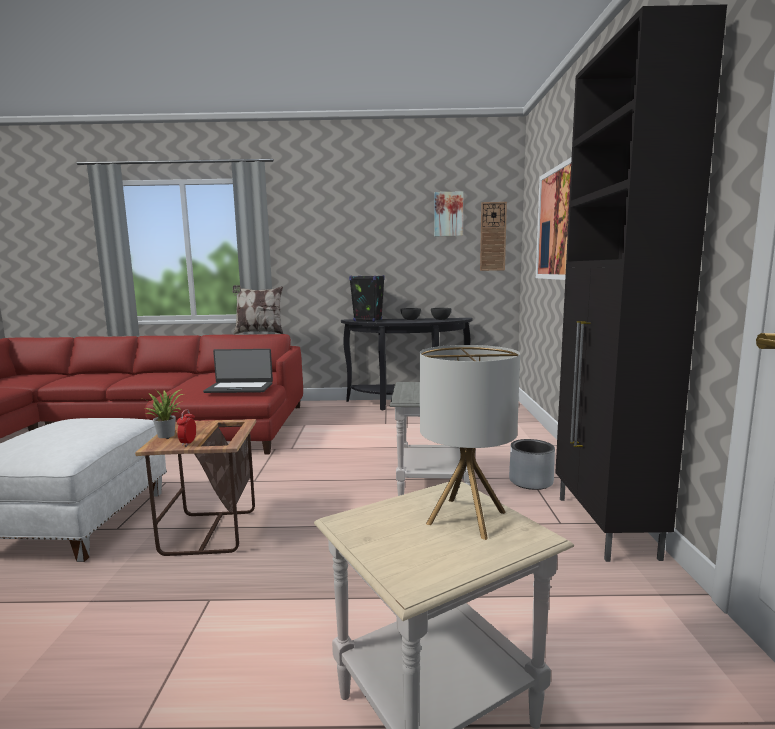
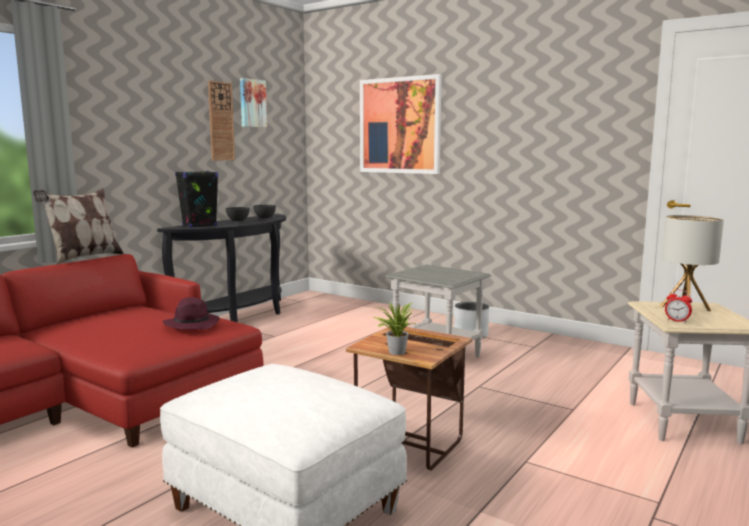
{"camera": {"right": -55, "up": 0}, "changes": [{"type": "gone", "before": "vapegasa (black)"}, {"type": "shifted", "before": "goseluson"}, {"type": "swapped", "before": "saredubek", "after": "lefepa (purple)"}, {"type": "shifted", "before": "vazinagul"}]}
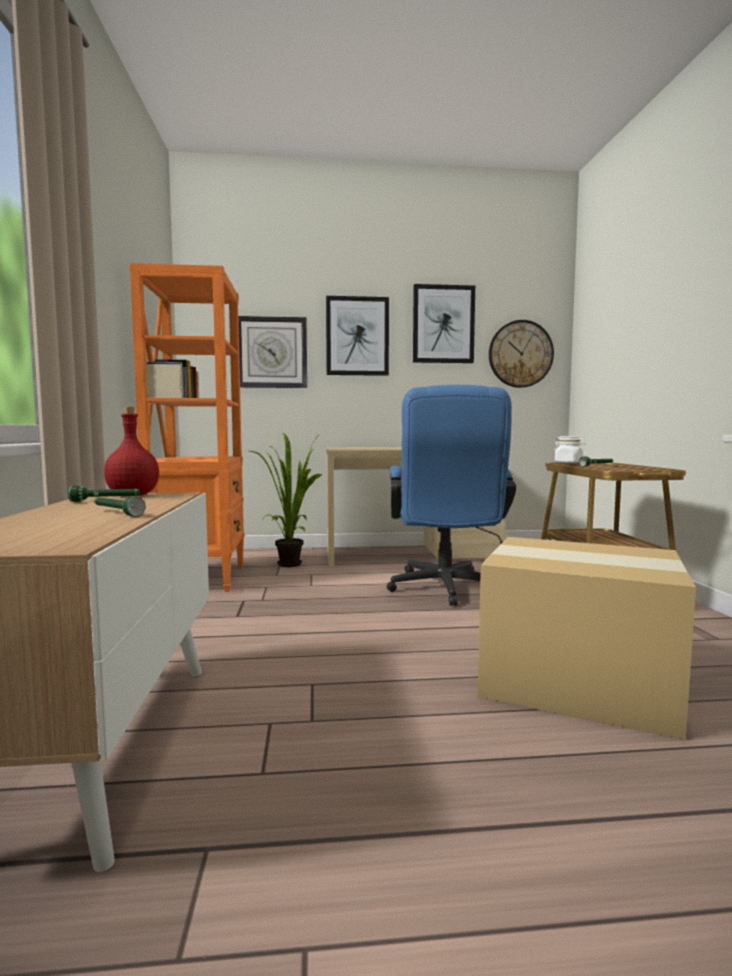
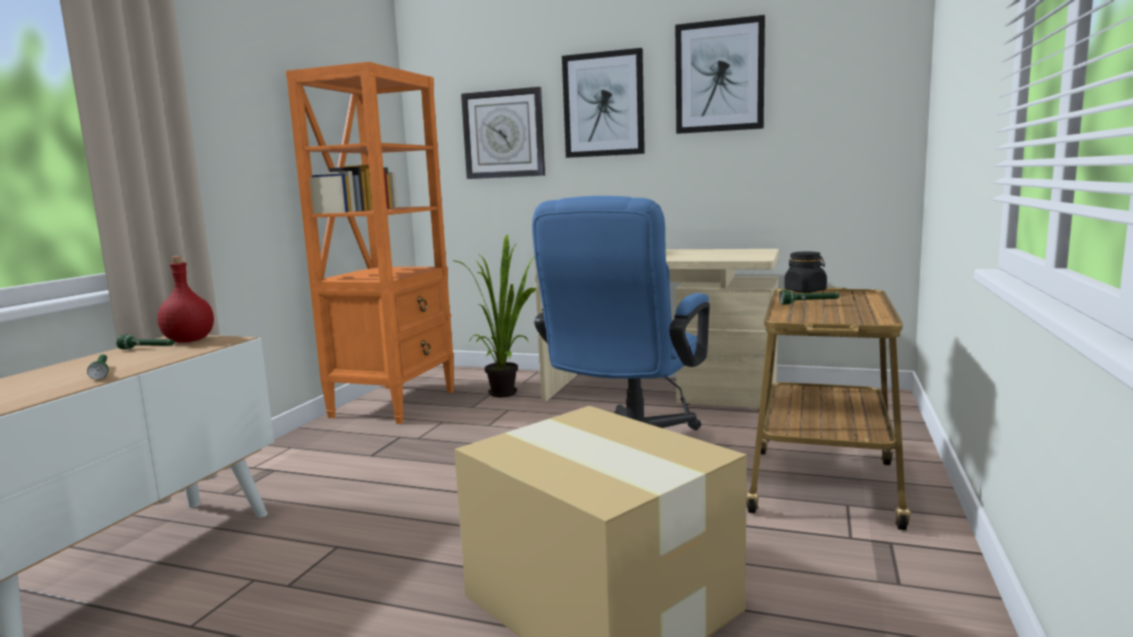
{"camera": {"right": 25, "up": 5}, "changes": [{"type": "gone", "before": "goseluson (no. 2 from left)"}, {"type": "repainted", "before": "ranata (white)", "after": "ranata (black)"}]}
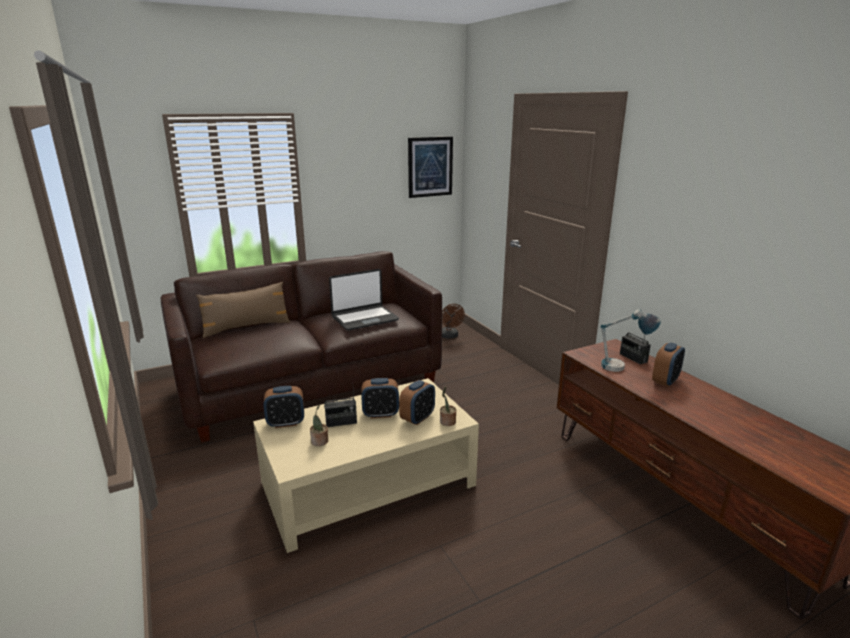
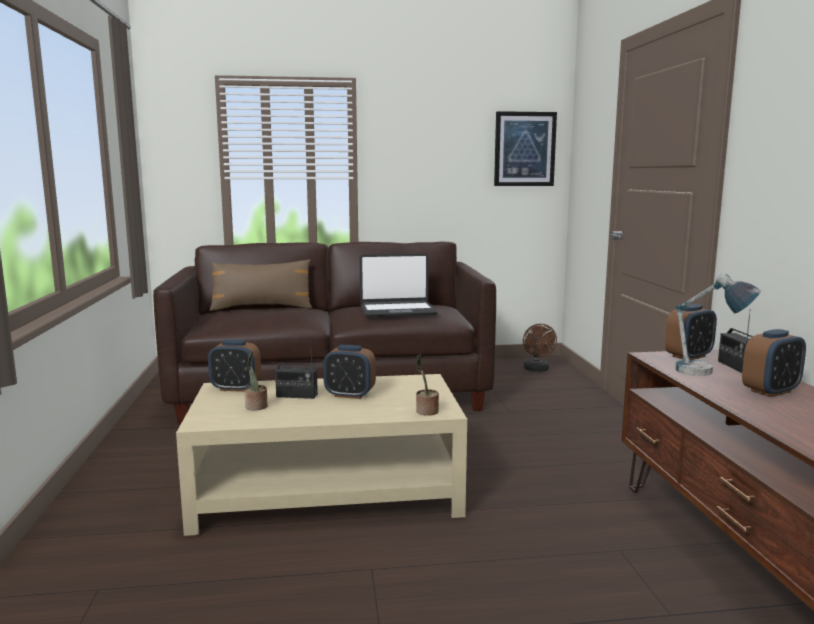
{"camera": {"right": 20, "up": -10}, "changes": [{"type": "shifted", "before": "vazinagul (no. 3 from left)"}]}
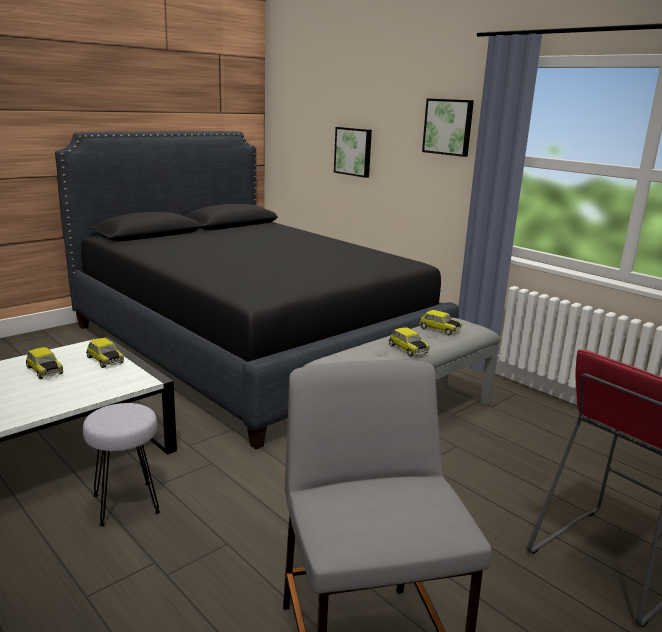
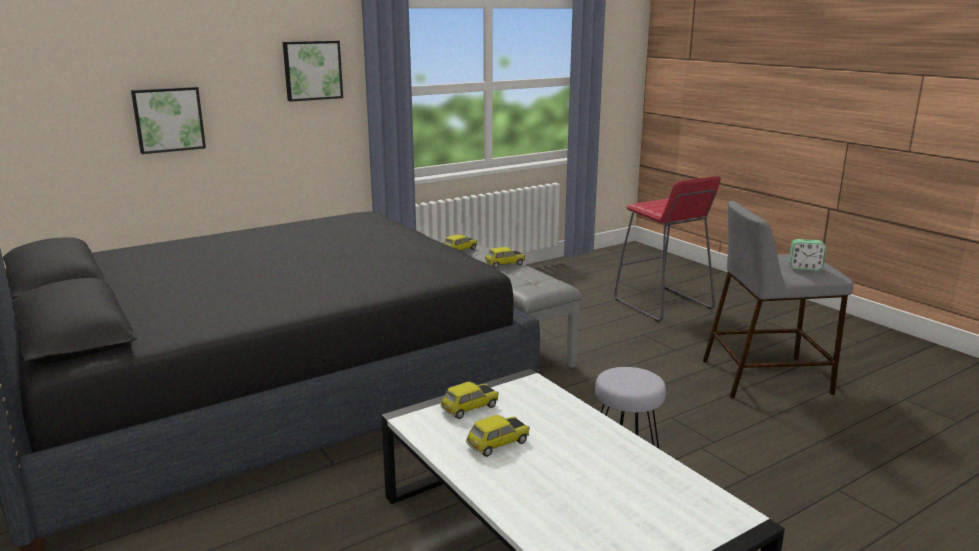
{"camera": {"right": -80, "up": 0}, "changes": [{"type": "new", "after": "vazinagul"}]}
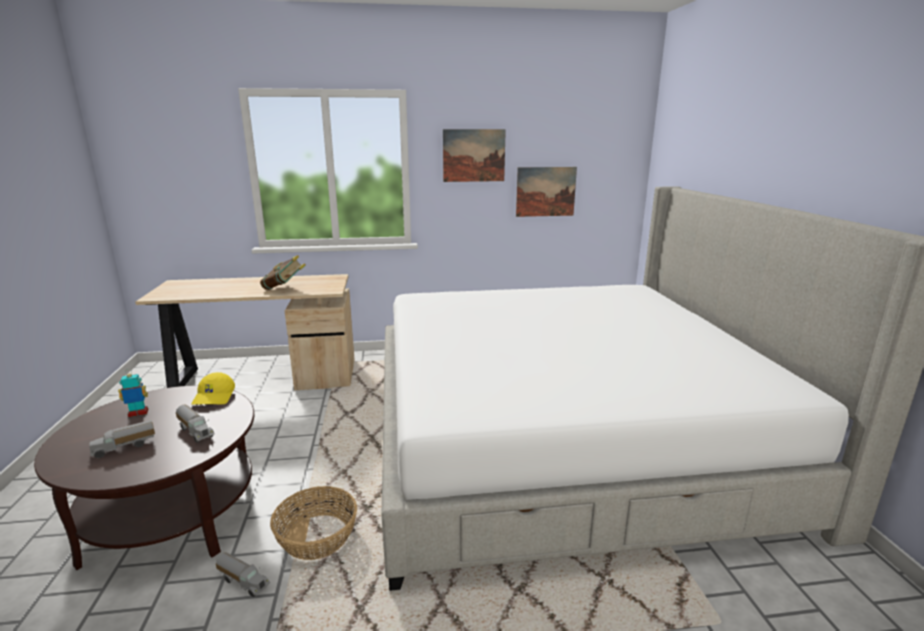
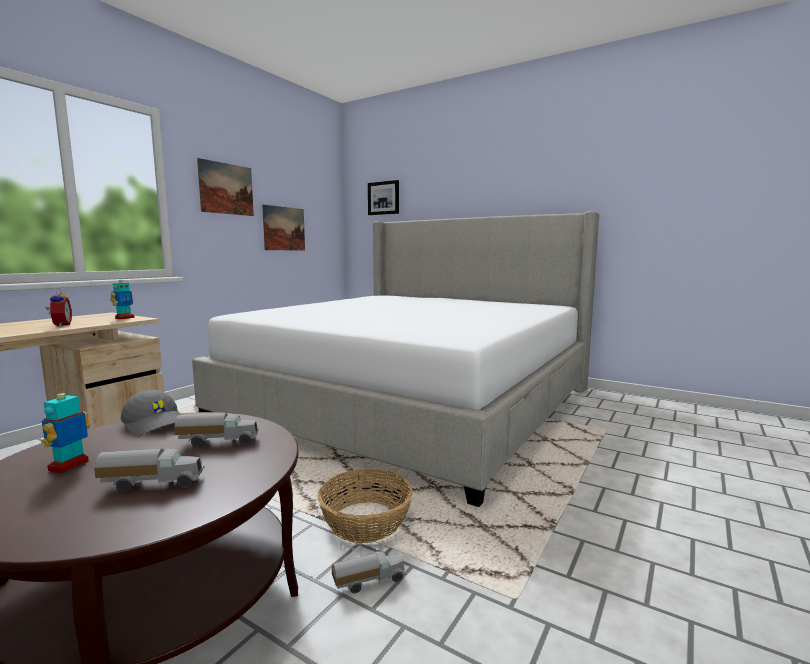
{"camera": {"right": -50, "up": -10}, "changes": [{"type": "swapped", "before": "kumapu", "after": "vazinagul"}, {"type": "repainted", "before": "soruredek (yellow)", "after": "soruredek (grey)"}, {"type": "rotated", "before": "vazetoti (no. 1 from left)", "turn": -105}, {"type": "new", "after": "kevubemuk (no. 3 from left)"}, {"type": "new", "after": "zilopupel (no. 2 from left)"}]}
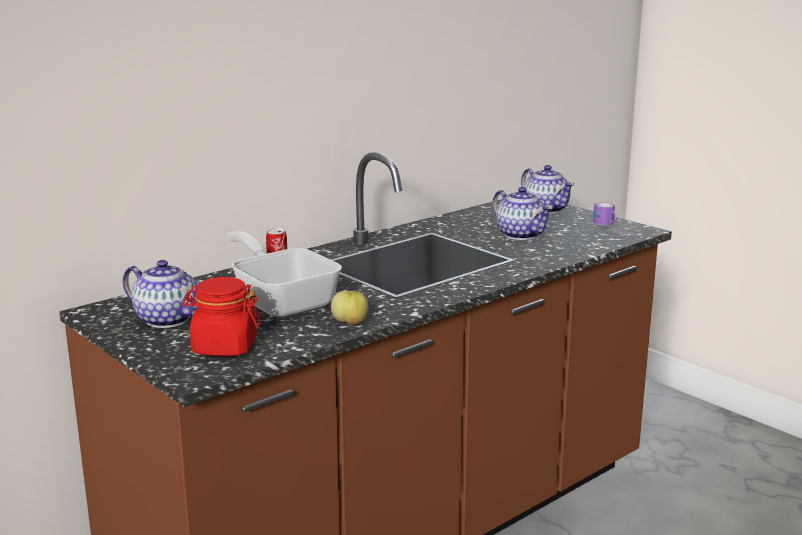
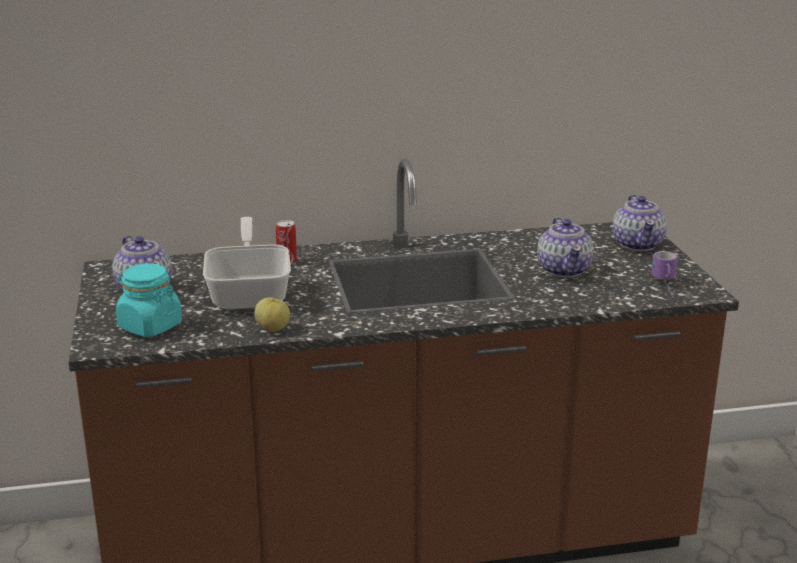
{"camera": {"right": 30, "up": 5}, "changes": [{"type": "repainted", "before": "ranata (red)", "after": "ranata (turquoise)"}]}
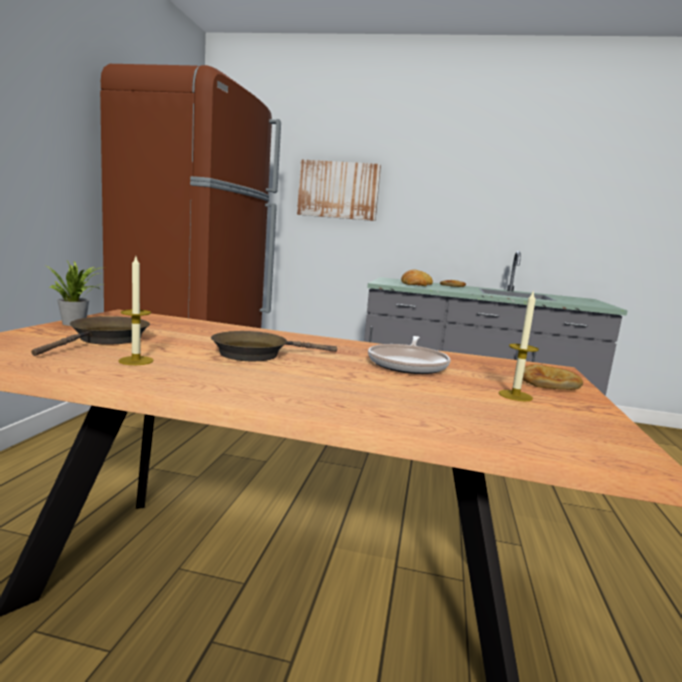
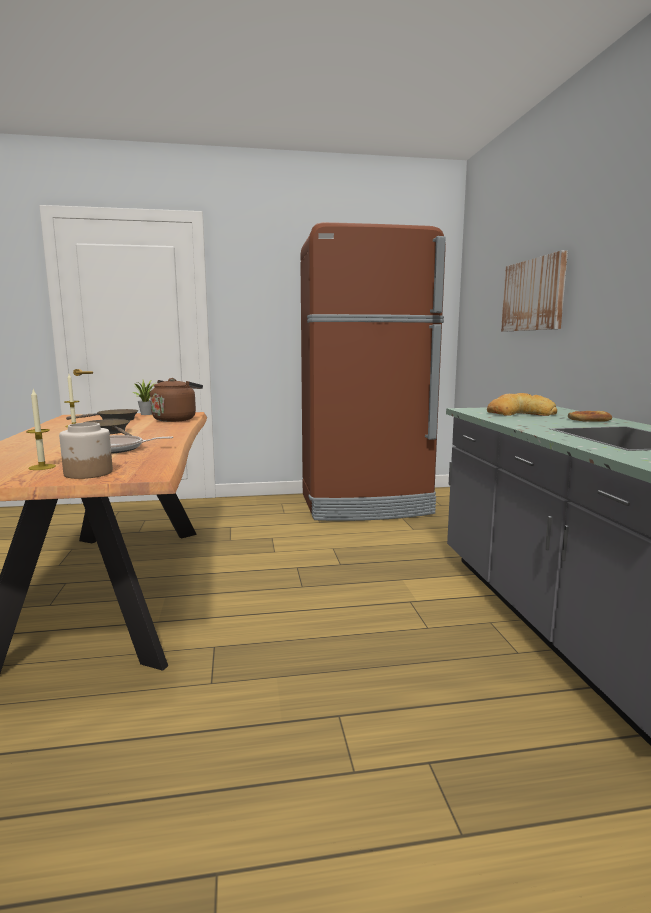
{"camera": {"right": 70, "up": 0}, "changes": [{"type": "swapped", "before": "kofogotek (no. 3 from left)", "after": "ranata"}, {"type": "new", "after": "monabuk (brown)"}]}
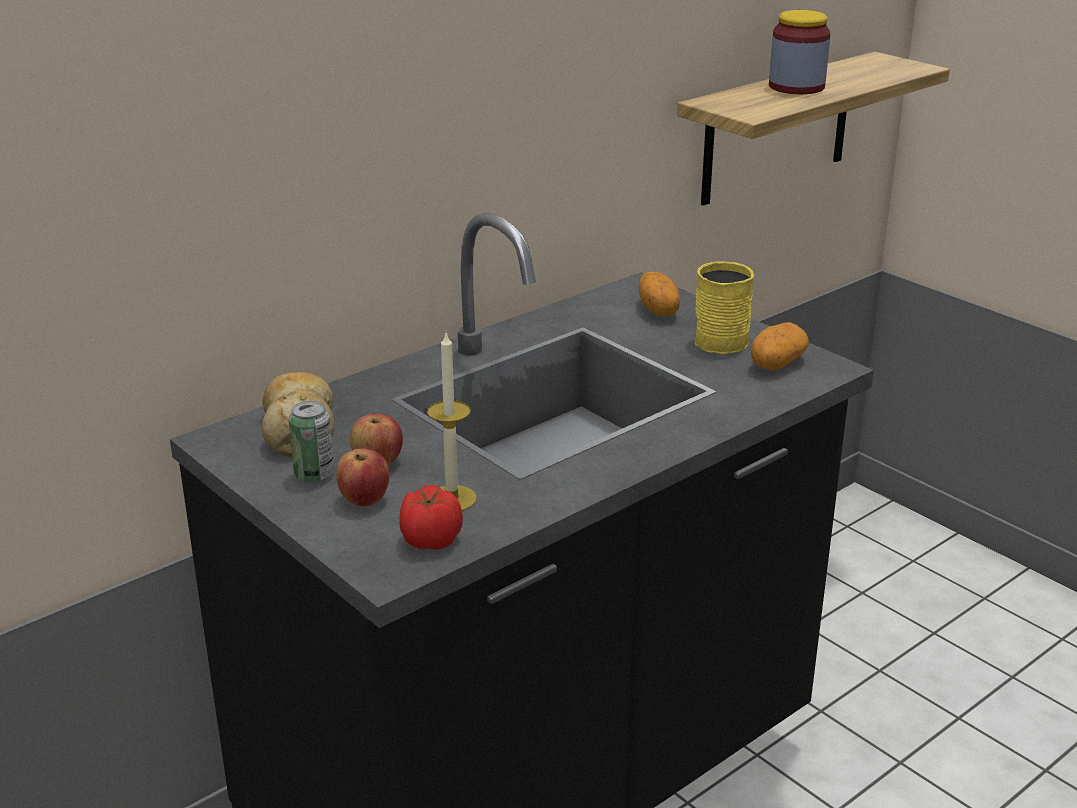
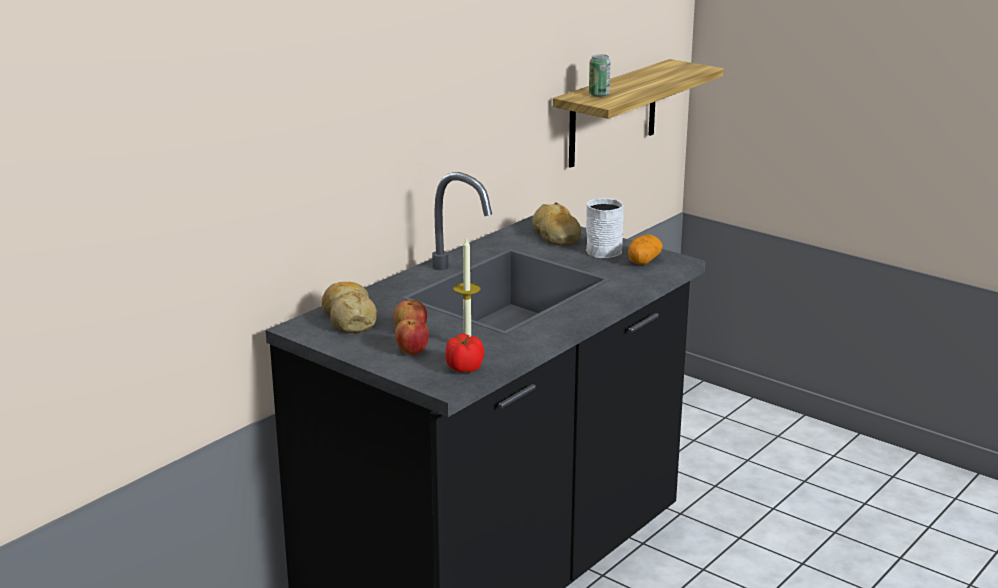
{"camera": {"right": -10, "up": -5}, "changes": [{"type": "gone", "before": "ranata"}, {"type": "repainted", "before": "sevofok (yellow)", "after": "sevofok (white)"}, {"type": "swapped", "before": "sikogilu (no. 1 from left)", "after": "kofogotek (no. 2 from left)"}, {"type": "shifted", "before": "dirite"}]}
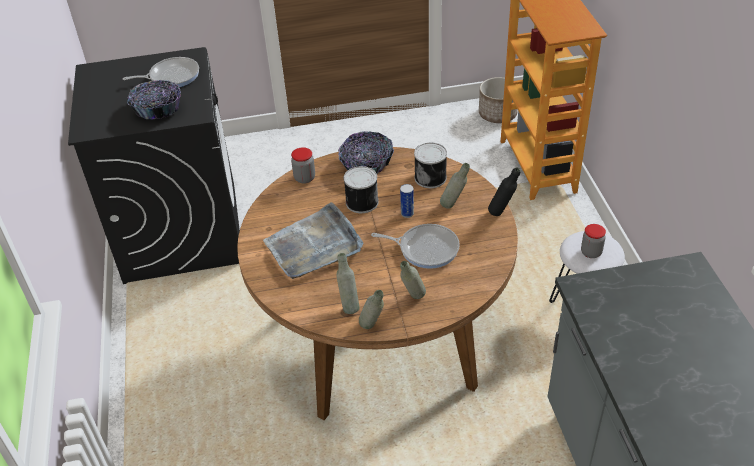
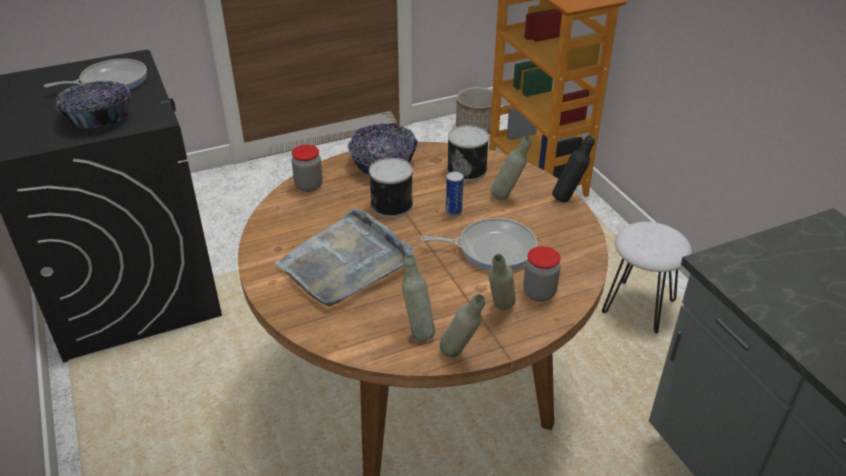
{"camera": {"right": -15, "up": -5}, "changes": [{"type": "shifted", "before": "ranata (no. 2 from left)"}]}
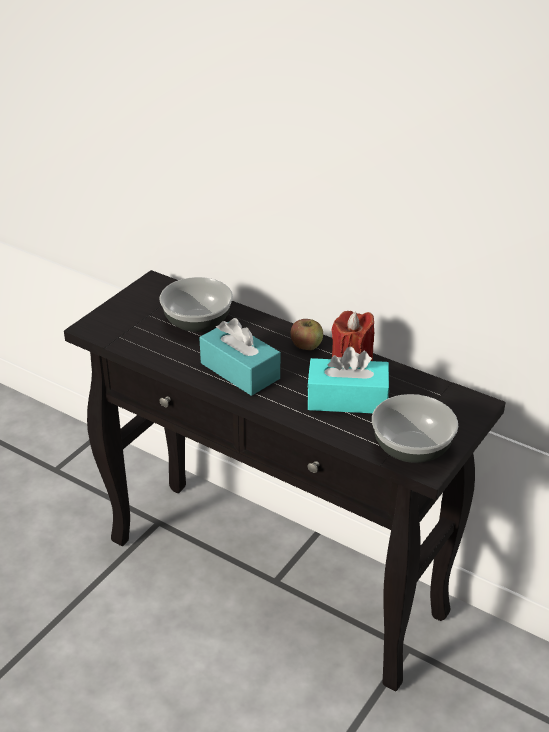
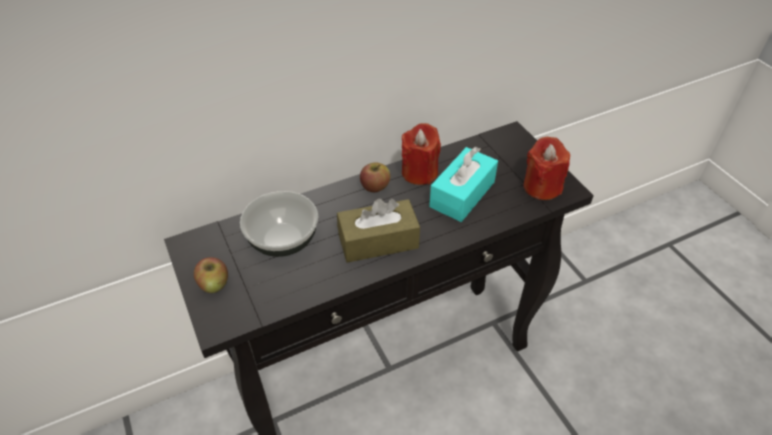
{"camera": {"right": -60, "up": 10}, "changes": [{"type": "repainted", "before": "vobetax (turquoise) (no. 1 from left)", "after": "vobetax (brown)"}, {"type": "swapped", "before": "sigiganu (no. 2 from left)", "after": "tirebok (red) (no. 2 from left)"}, {"type": "new", "after": "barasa (no. 1 from left)"}]}
